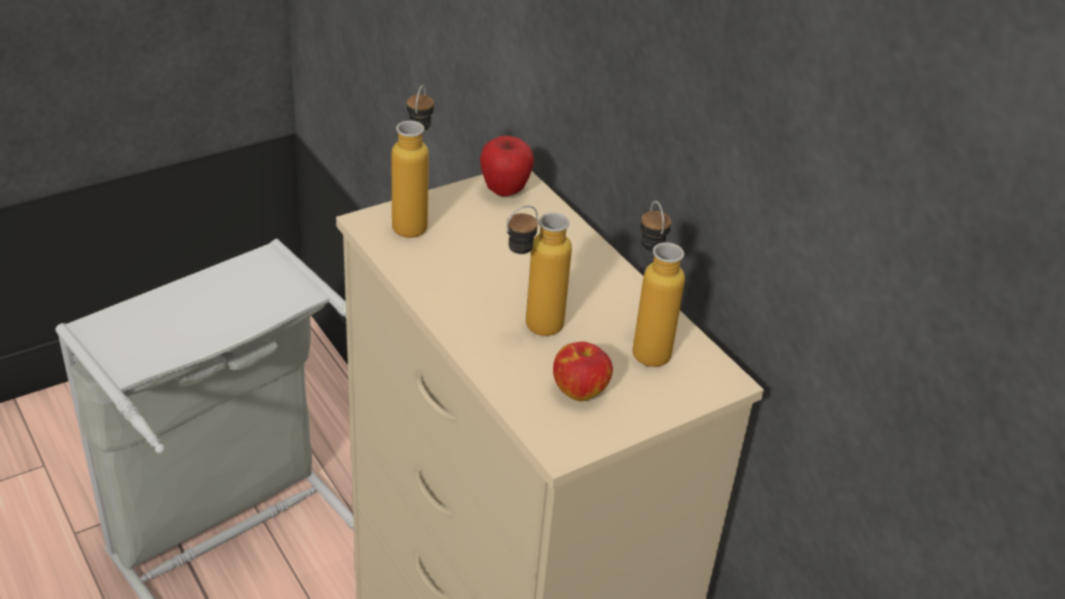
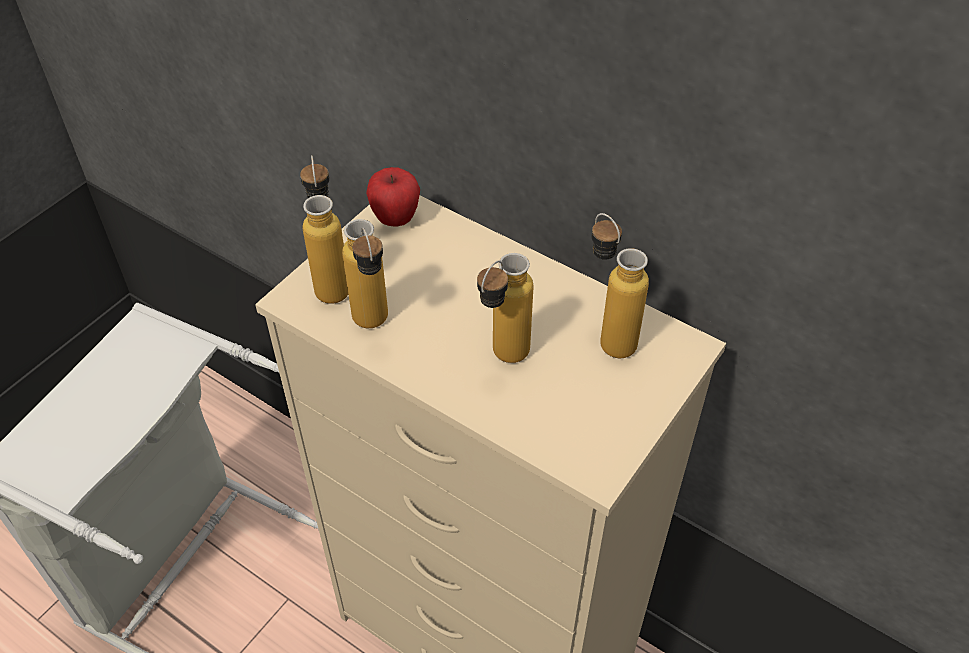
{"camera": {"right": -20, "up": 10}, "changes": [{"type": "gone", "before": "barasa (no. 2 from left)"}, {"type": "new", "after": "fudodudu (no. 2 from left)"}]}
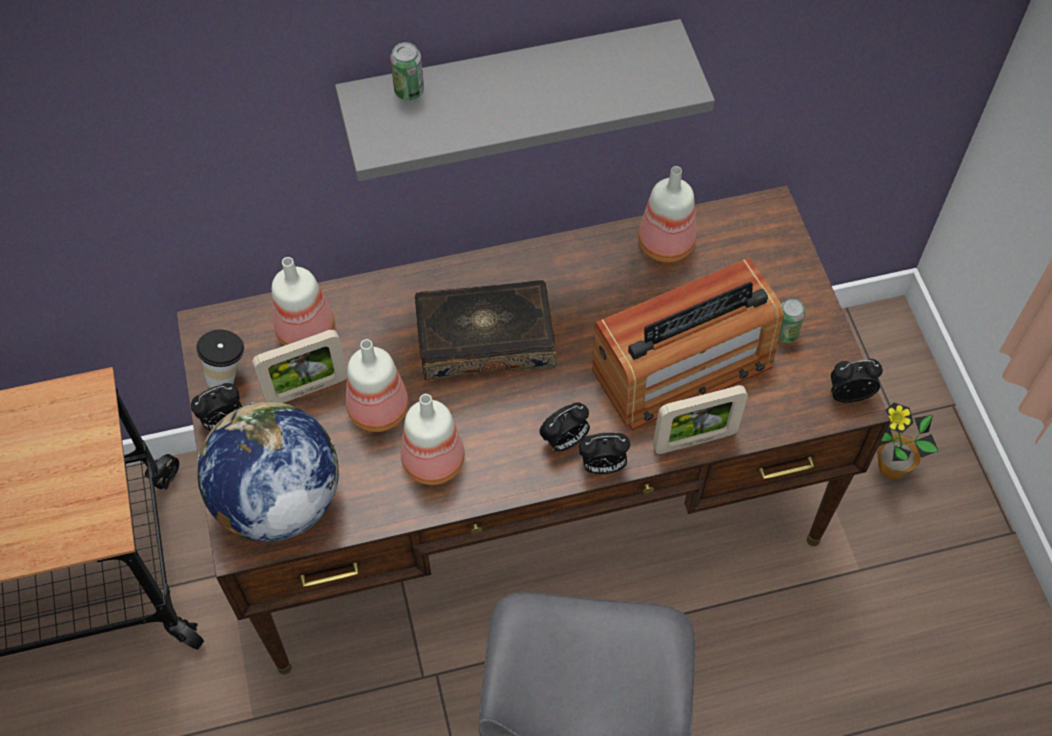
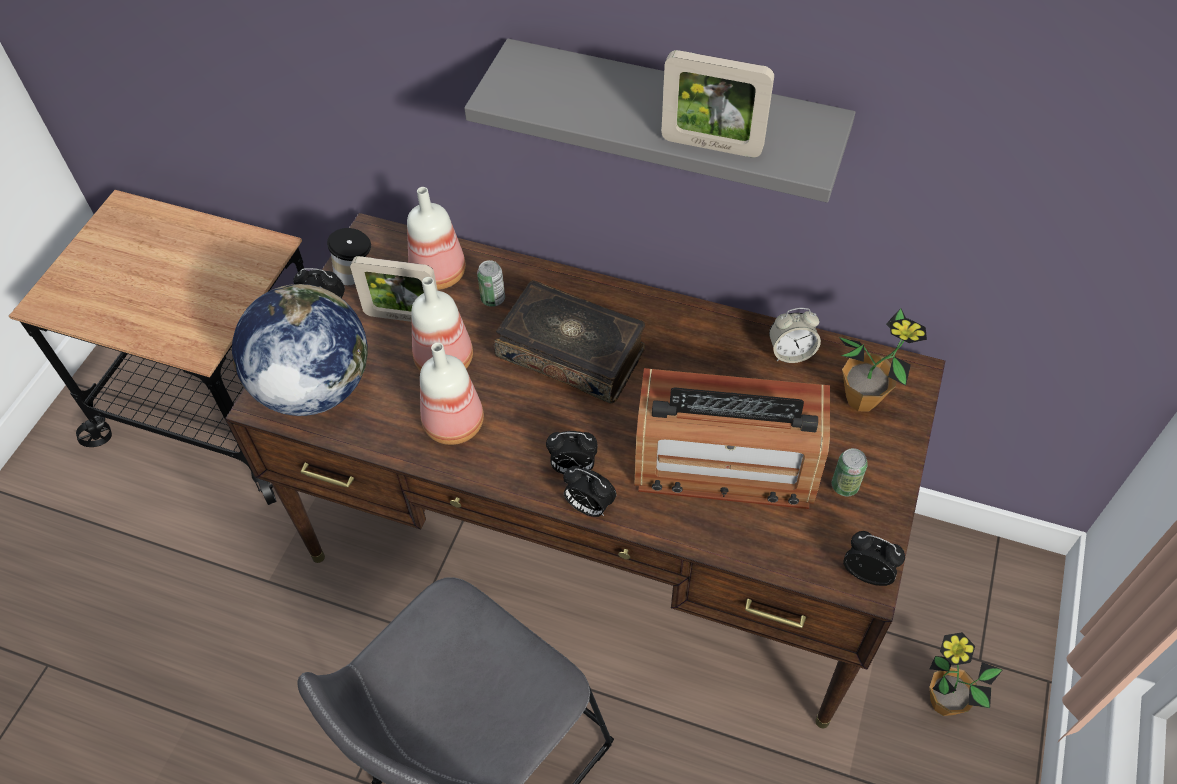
{"camera": {"right": 35, "up": -5}, "changes": [{"type": "shifted", "before": "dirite (no. 1 from left)"}, {"type": "swapped", "before": "fudodudu (no. 4 from left)", "after": "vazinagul (no. 4 from left)"}, {"type": "shifted", "before": "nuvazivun (no. 2 from left)"}, {"type": "new", "after": "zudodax (no. 1 from left)"}]}
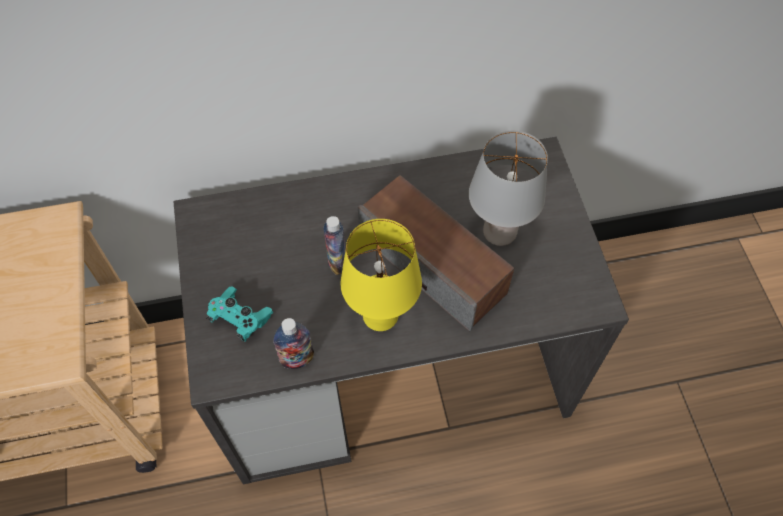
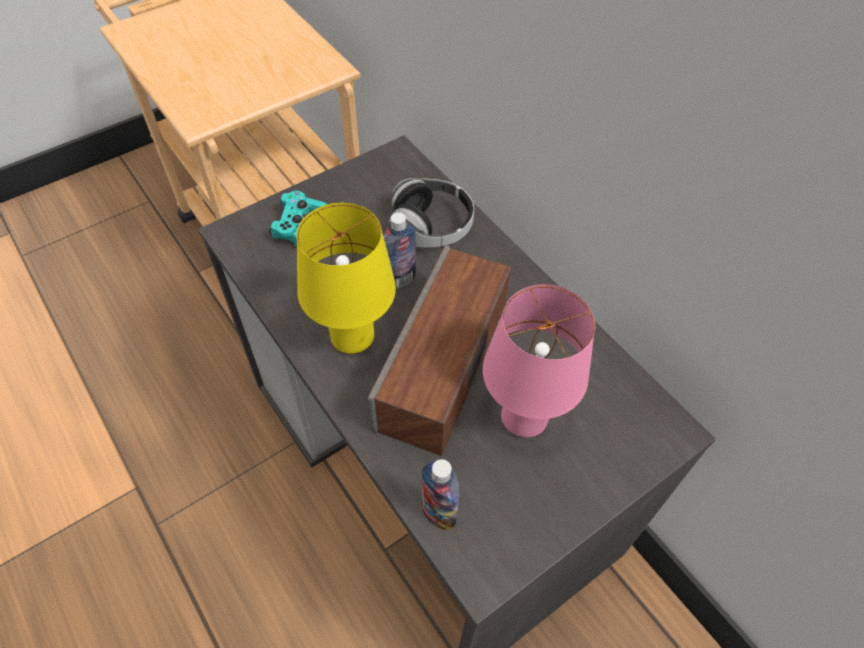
{"camera": {"right": 65, "up": -5}, "changes": [{"type": "repainted", "before": "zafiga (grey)", "after": "zafiga (pink)"}, {"type": "shifted", "before": "fudodudu (no. 1 from left in the first image)", "after": "fudodudu (no. 2 from left)"}, {"type": "new", "after": "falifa"}]}
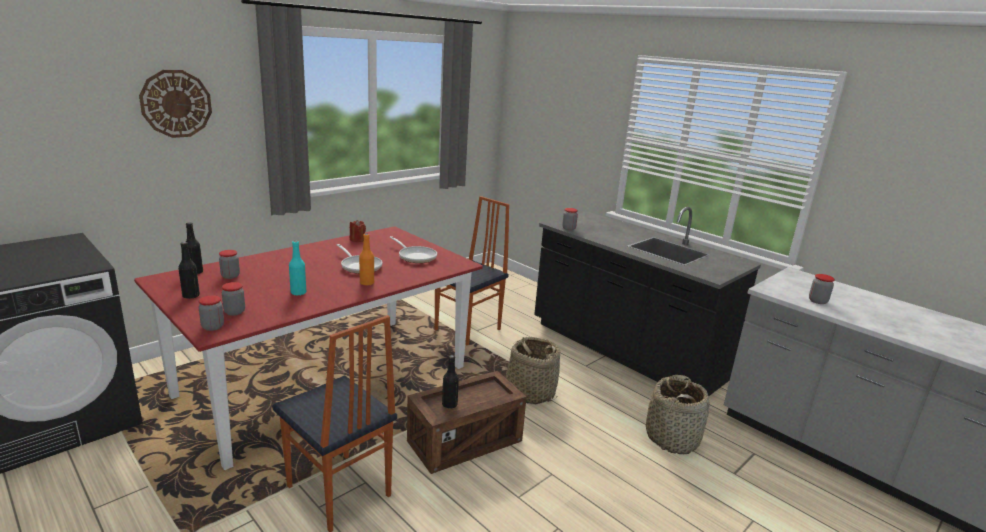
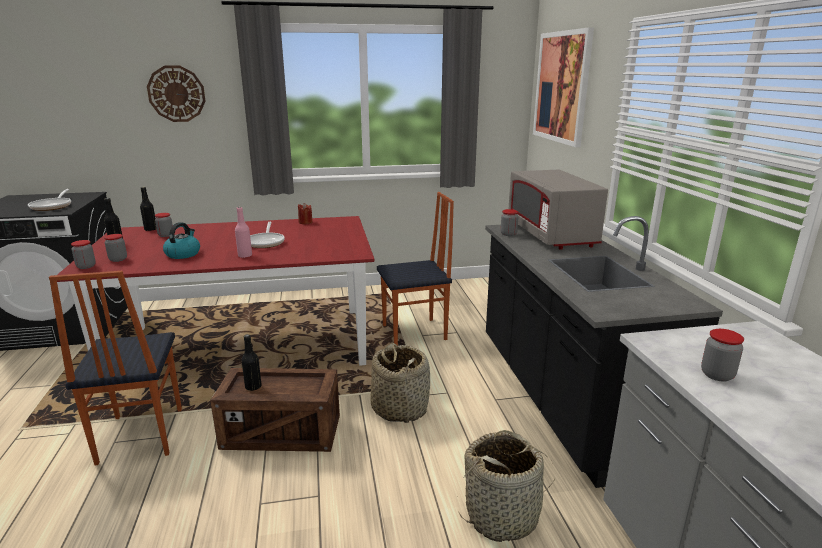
{"camera": {"right": 35, "up": 0}, "changes": [{"type": "repainted", "before": "fudodudu (orange)", "after": "fudodudu (pink)"}, {"type": "shifted", "before": "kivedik (no. 2 from left in the first image)", "after": "kivedik (no. 1 from left)"}, {"type": "swapped", "before": "fudodudu (turquoise)", "after": "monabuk"}, {"type": "new", "after": "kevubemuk"}, {"type": "new", "after": "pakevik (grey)"}]}
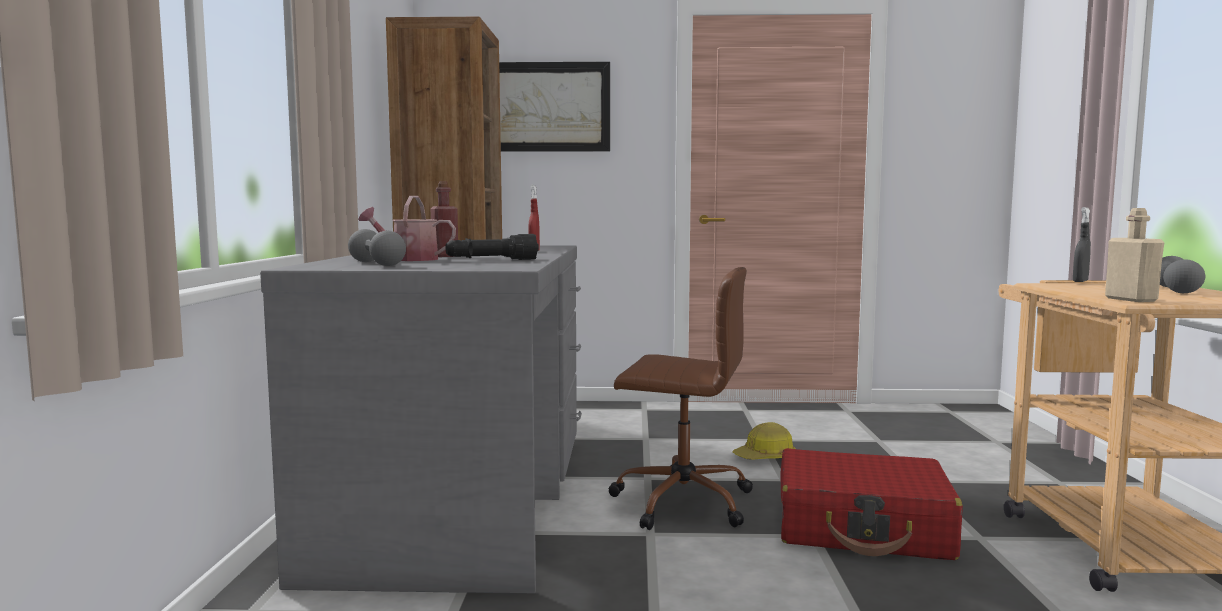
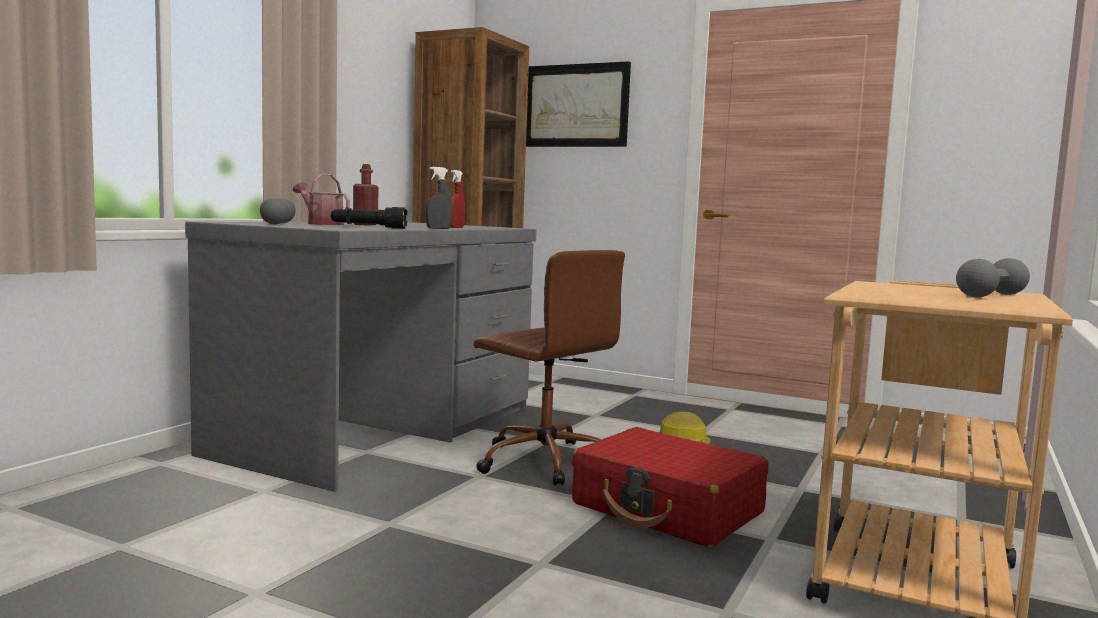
{"camera": {"right": 25, "up": 0}, "changes": [{"type": "shifted", "before": "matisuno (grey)"}, {"type": "gone", "before": "fudodudu (beige)"}]}
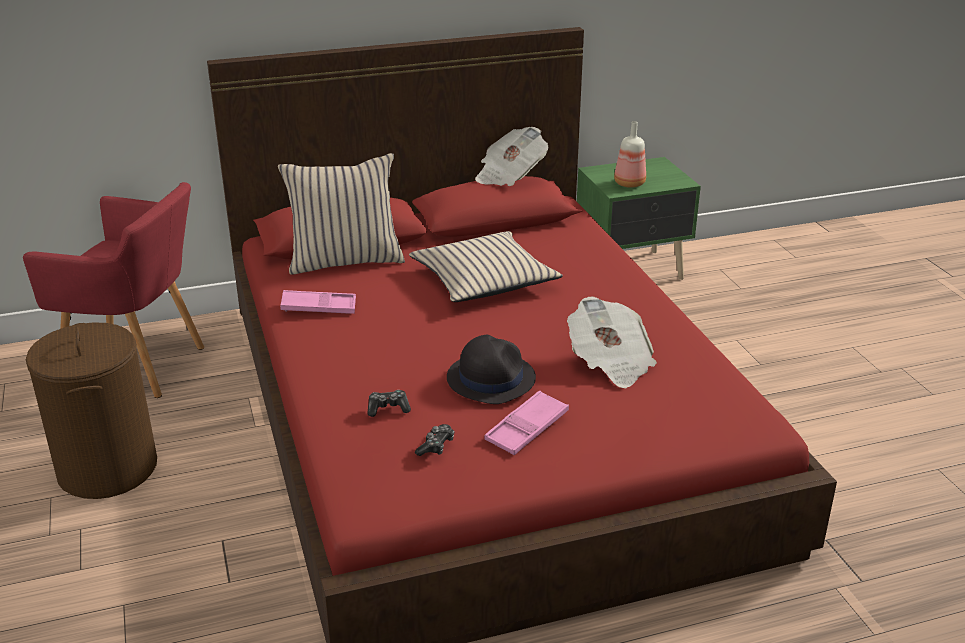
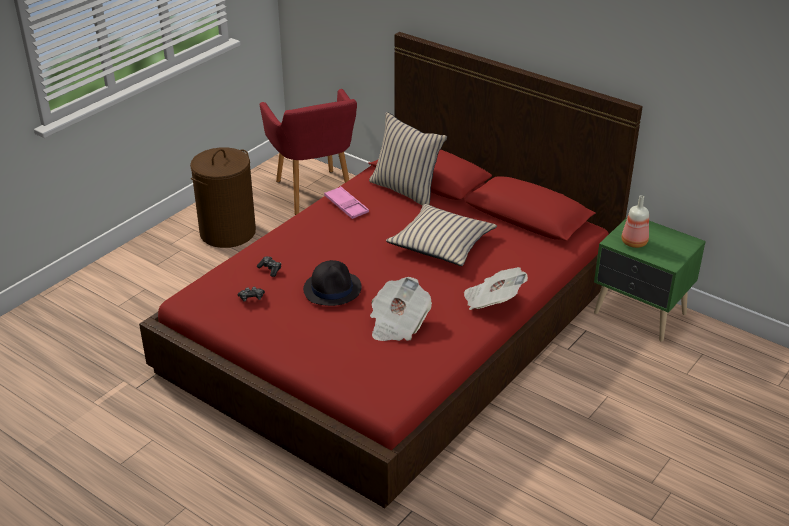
{"camera": {"right": 55, "up": 5}, "changes": [{"type": "shifted", "before": "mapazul (no. 1 from left in the first image)", "after": "mapazul (no. 2 from left)"}, {"type": "gone", "before": "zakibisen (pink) (no. 2 from left)"}]}
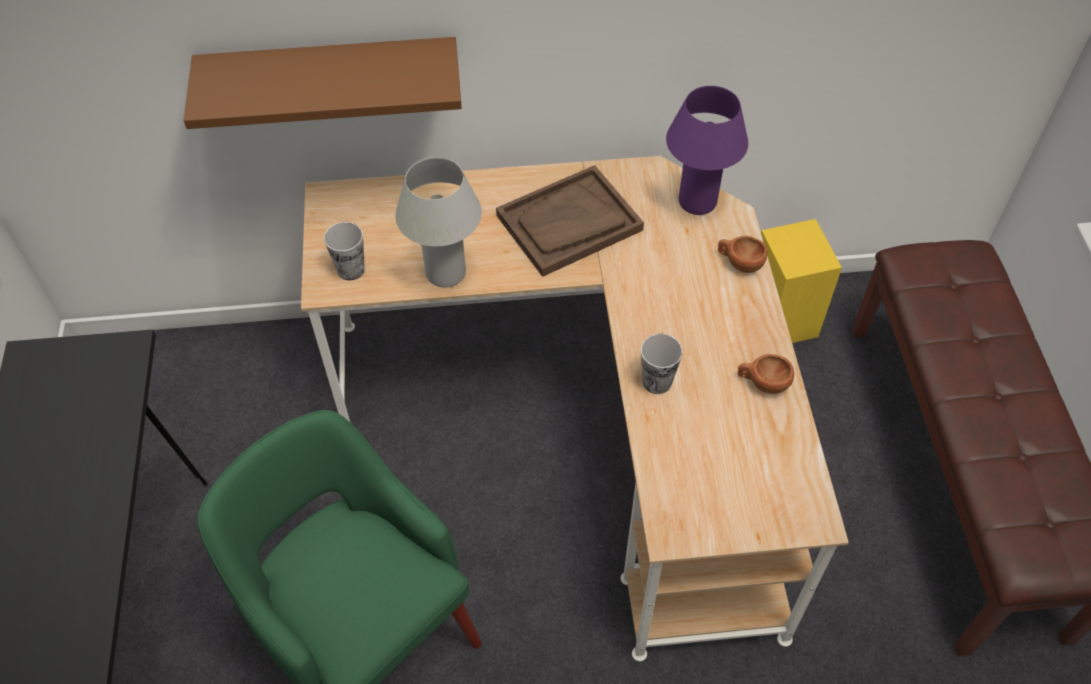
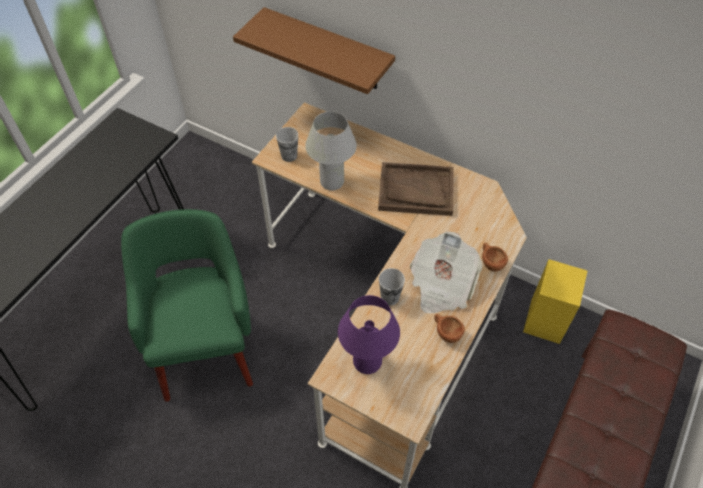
{"camera": {"right": 35, "up": 0}, "changes": [{"type": "shifted", "before": "zafiga (purple)"}, {"type": "new", "after": "mapazul"}]}
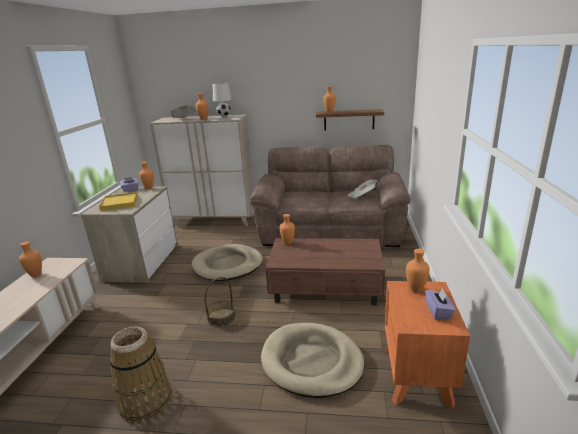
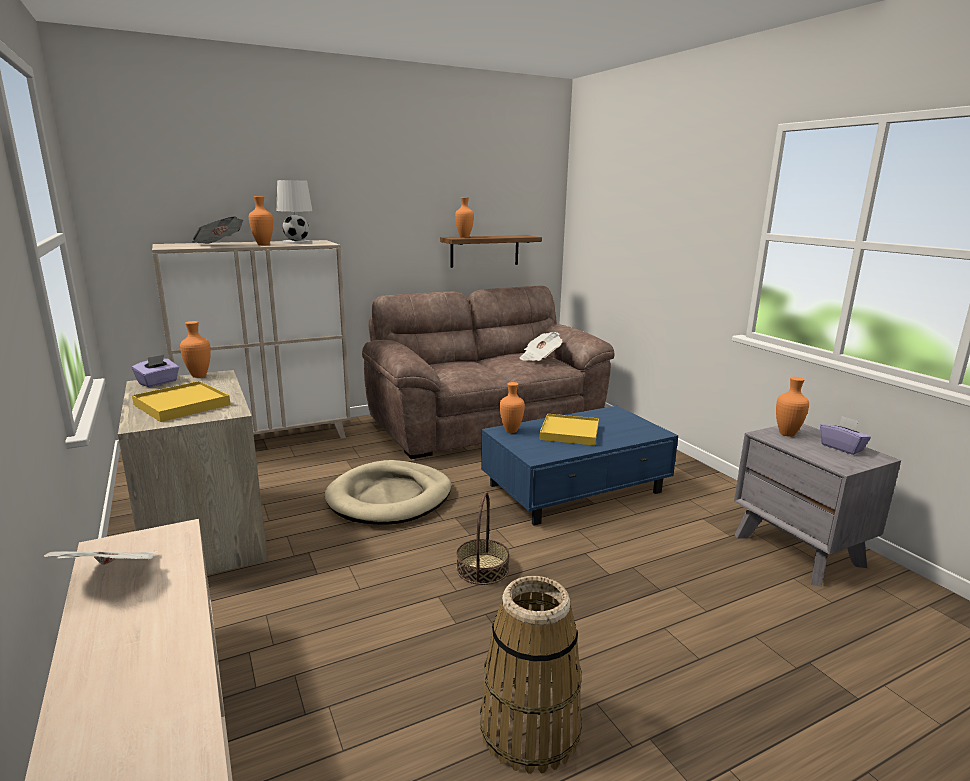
{"camera": {"right": -35, "up": -5}, "changes": [{"type": "repainted", "before": "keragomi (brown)", "after": "keragomi (blue)"}, {"type": "swapped", "before": "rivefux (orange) (no. 1 from left)", "after": "mapazul (no. 1 from left)"}, {"type": "repainted", "before": "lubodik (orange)", "after": "lubodik (grey)"}, {"type": "gone", "before": "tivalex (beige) (no. 2 from left)"}, {"type": "new", "after": "zakibisen (yellow) (no. 2 from left)"}]}
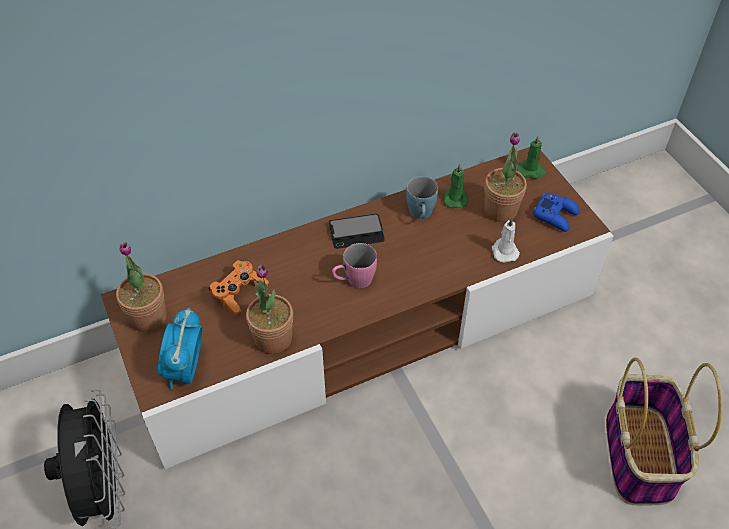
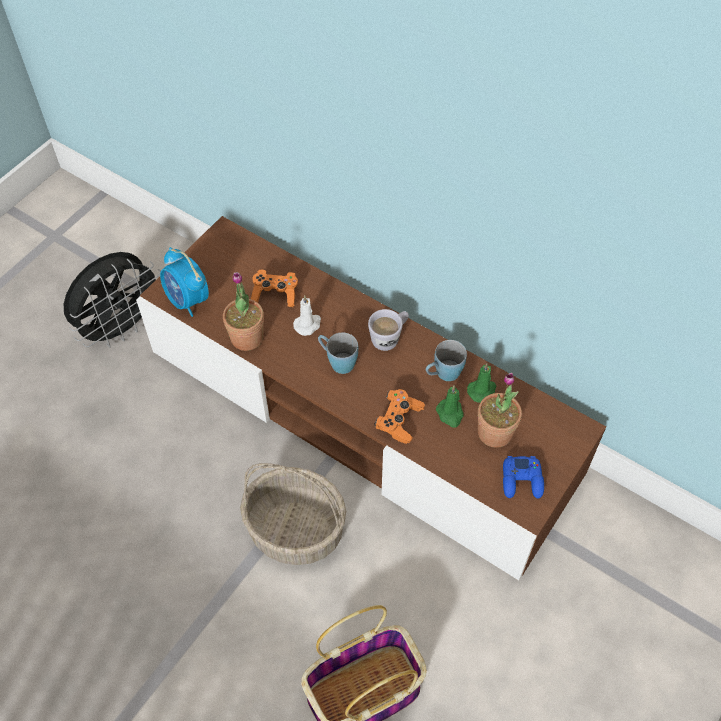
{"camera": {"right": 60, "up": 5}, "changes": [{"type": "shifted", "before": "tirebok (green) (no. 2 from left in the first image)", "after": "tirebok (green) (no. 1 from left)"}, {"type": "swapped", "before": "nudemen", "after": "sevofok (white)"}, {"type": "shifted", "before": "tirebok (white)"}, {"type": "gone", "before": "zudodax (no. 1 from left)"}, {"type": "repainted", "before": "sevofok (pink)", "after": "sevofok (blue) (no. 1 from left)"}, {"type": "rotated", "before": "vazinagul", "turn": -105}, {"type": "new", "after": "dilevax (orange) (no. 2 from left)"}, {"type": "new", "after": "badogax (no. 1 from left)"}]}
